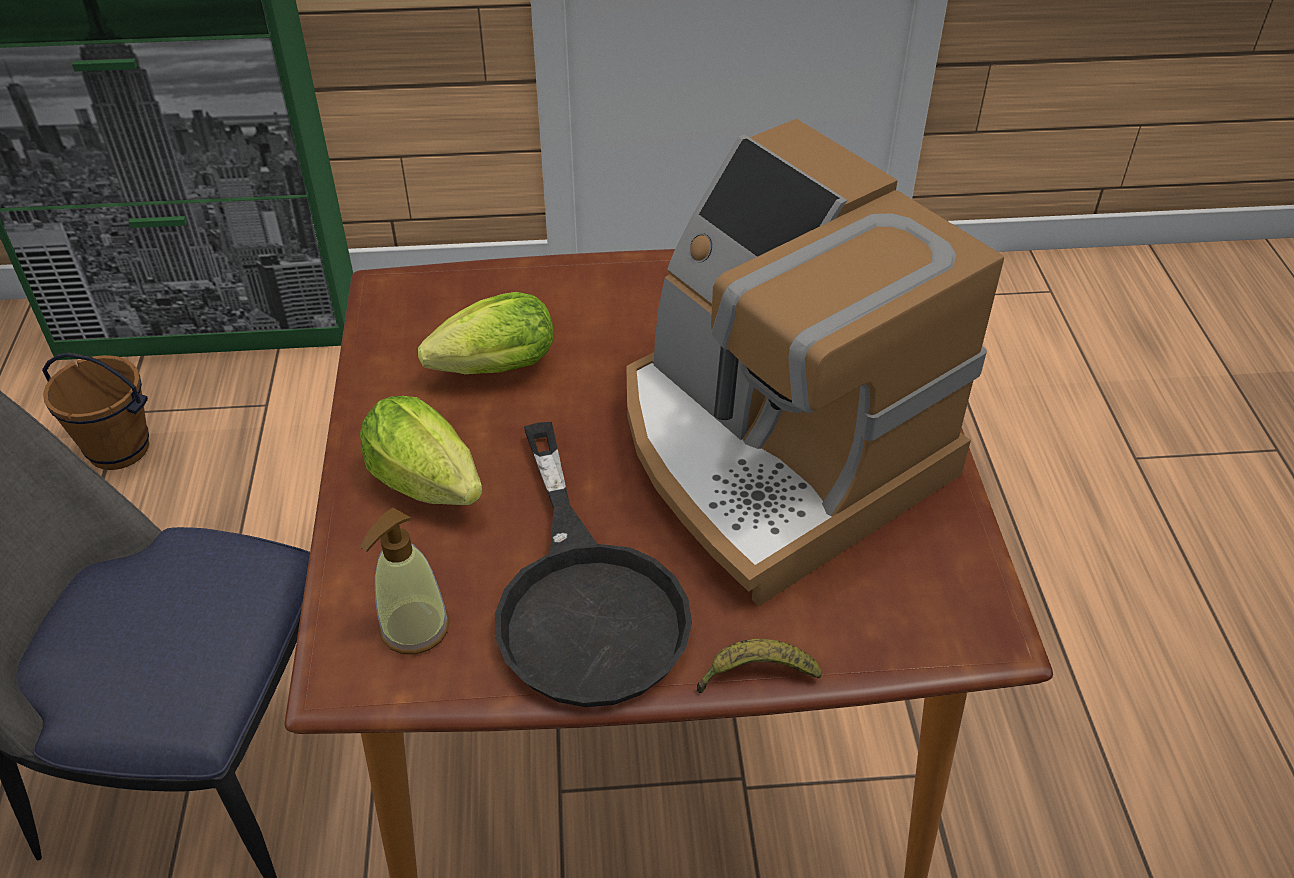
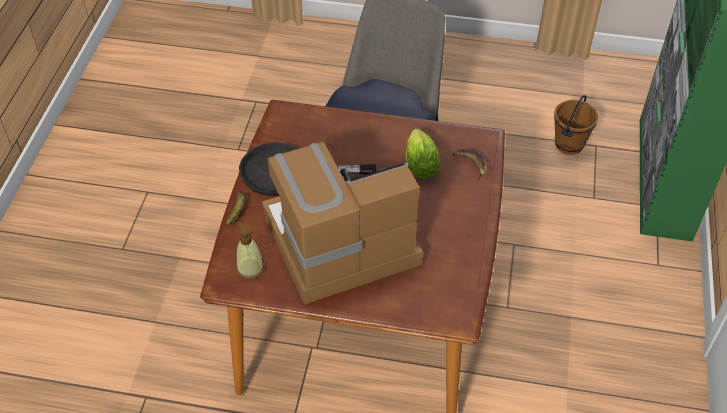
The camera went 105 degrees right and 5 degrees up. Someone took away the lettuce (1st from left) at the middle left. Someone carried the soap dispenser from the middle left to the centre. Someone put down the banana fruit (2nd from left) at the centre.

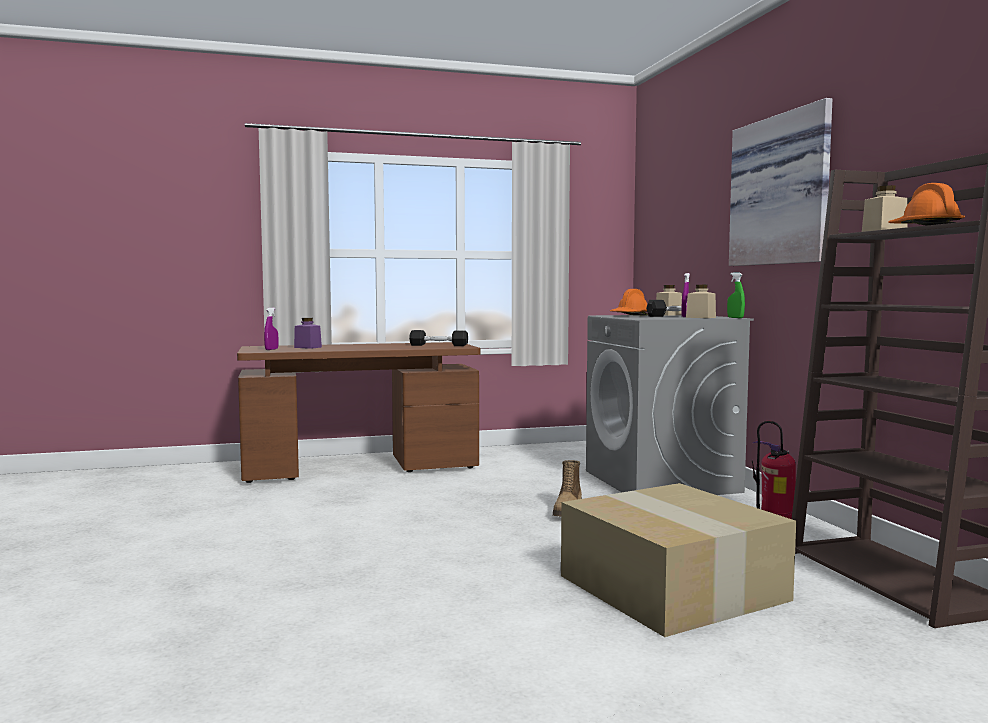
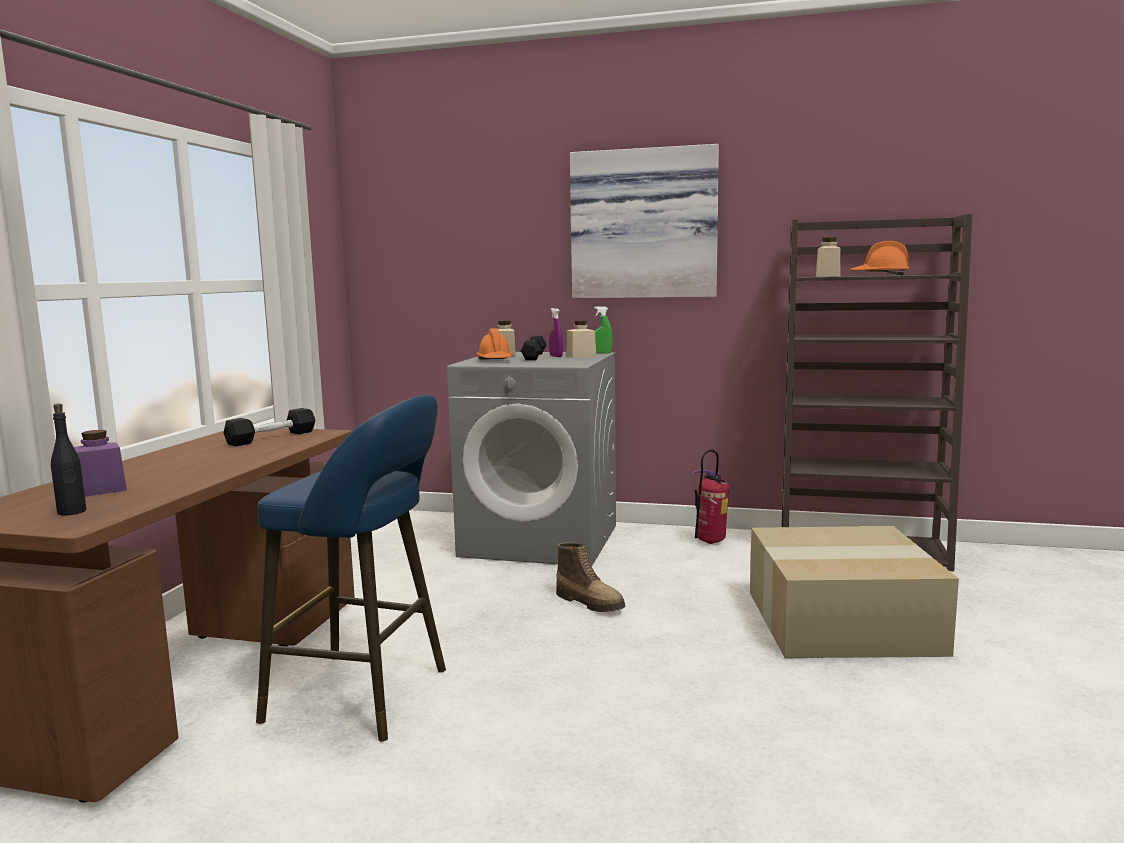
The camera went 60 degrees left and 5 degrees up. Someone swapped the purple-coloured sprayer (1st from left) at the middle left for the black-coloured bottle at the middle left. Someone put down the blue stool at the bottom left.

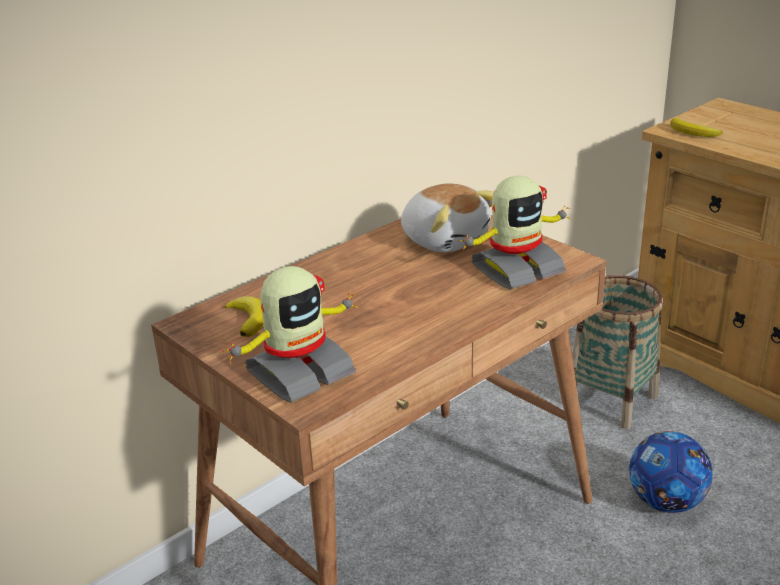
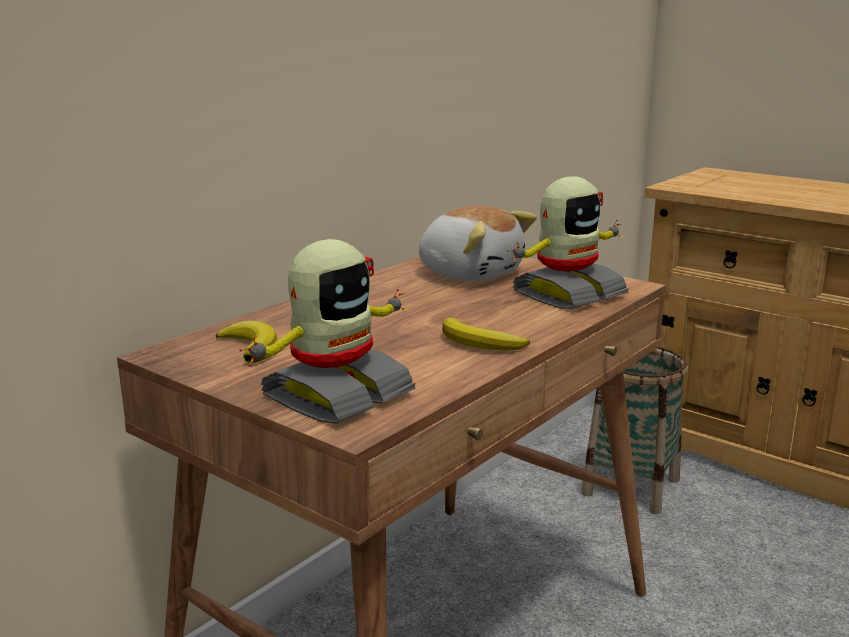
The camera went 10 degrees left and 10 degrees down. Someone took away the football at the bottom right. Someone carried the banana fruit (2nd from left) from the top right to the centre.

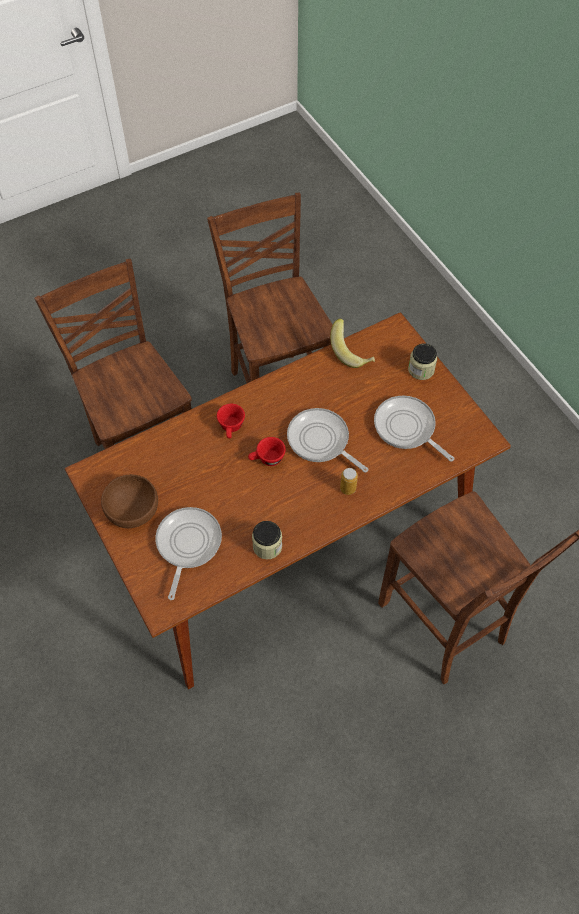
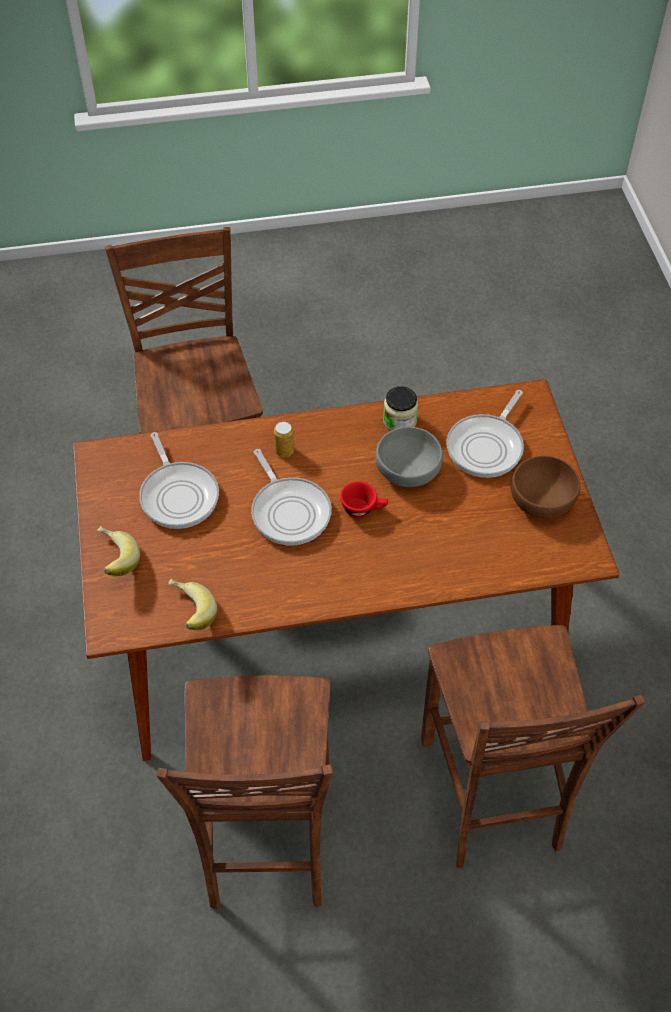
The camera went 160 degrees left and 5 degrees down. Someone took away the red-coloured cup (1st from left) at the centre. Someone swapped the jar (2nd from left) at the middle right for the banana fruit (1st from left) at the middle left. Someone put down the grey deep dish at the centre.

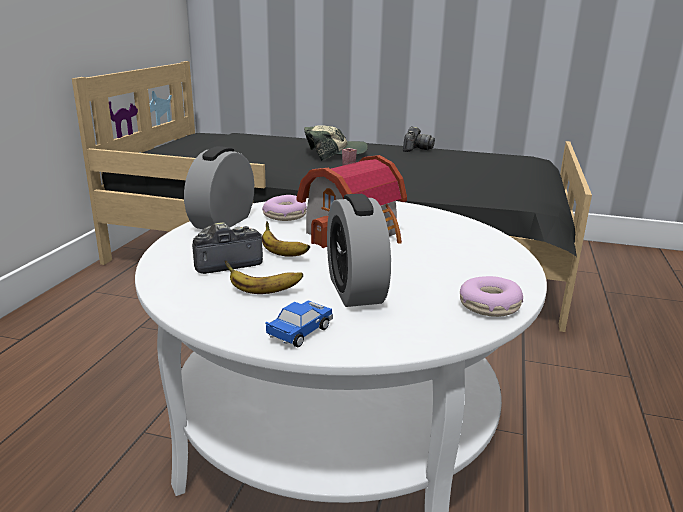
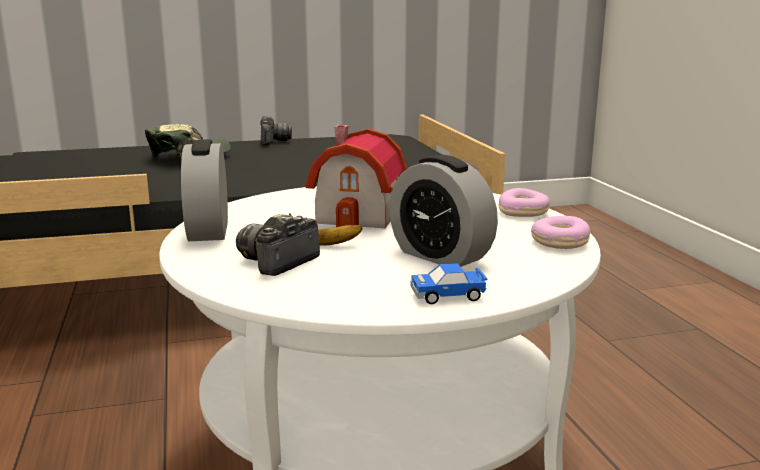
The camera went 30 degrees left and 5 degrees down. Someone took away the banana fruit (1st from left) at the centre. Someone carried the ring doughnut (1st from left) from the centre to the middle right. Someone rotated the toy car at the centre by 105 degrees counterclockwise.

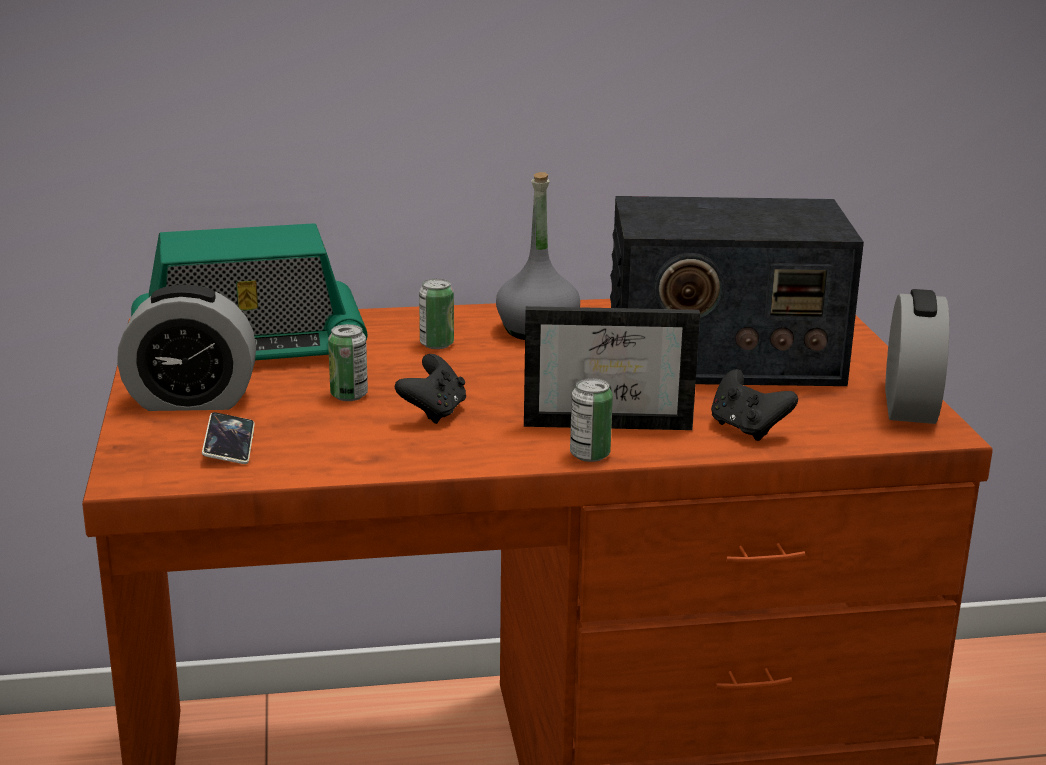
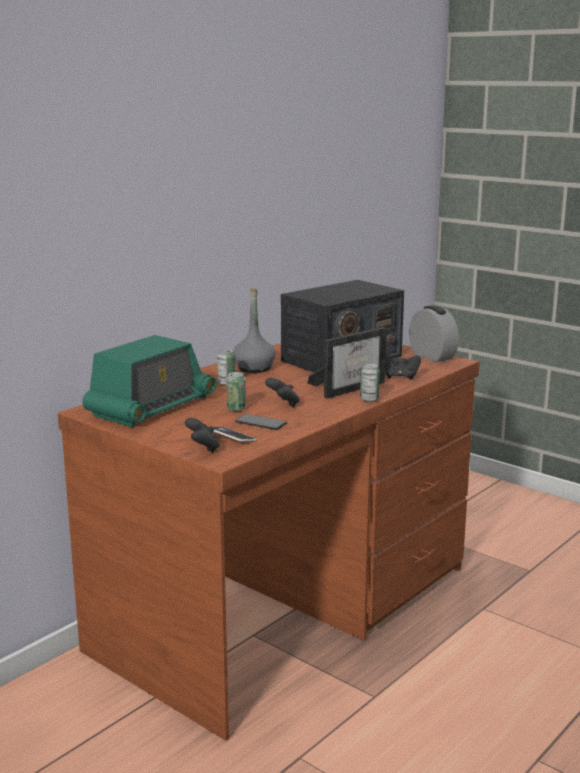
The camera went 40 degrees left and 5 degrees down. Someone took away the alarm clock (1st from left) at the middle left. Someone put down the black-coloured joypad (1st from left) at the centre. Someone put down the handset (2nd from left) at the centre.

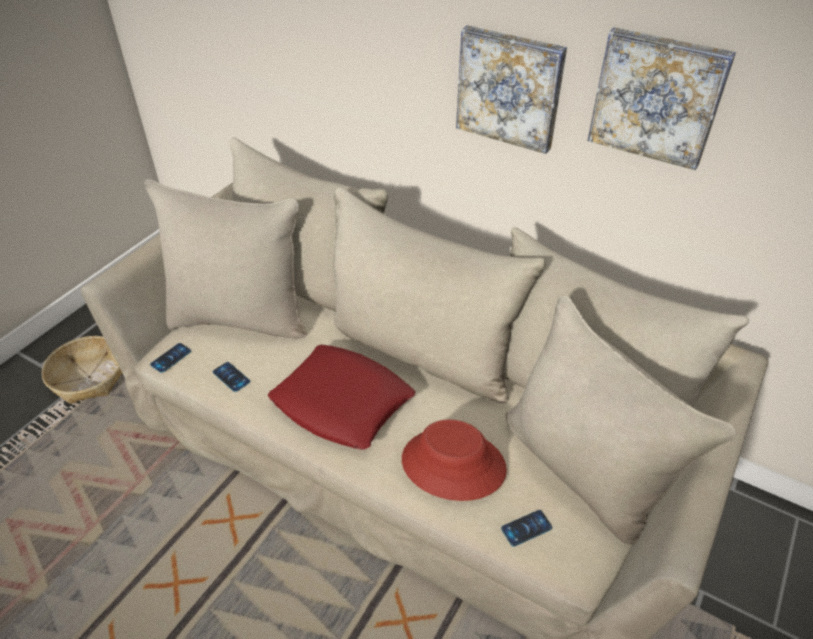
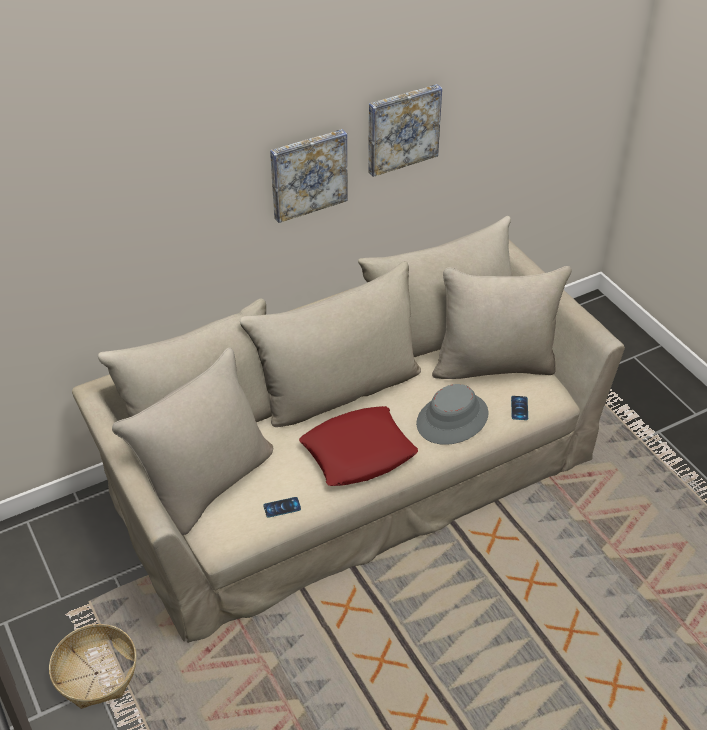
The camera went 60 degrees left and 0 degrees up. Someone took away the handset (1st from left) at the middle left. Someone repainted the red-coloured clothing hat at the bottom centre, which became the grey clothing hat at the centre.

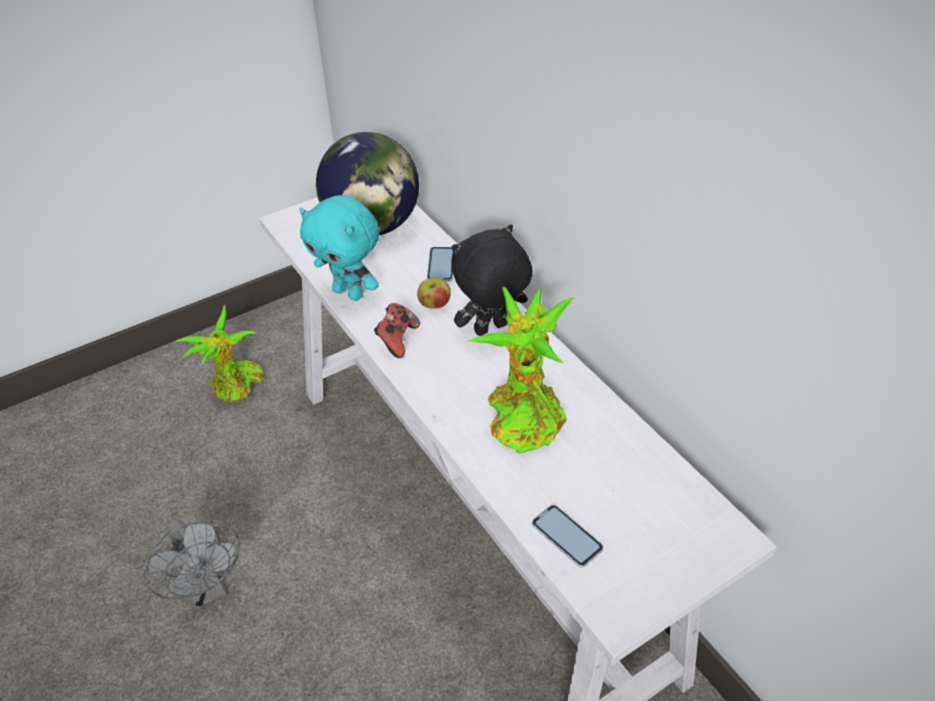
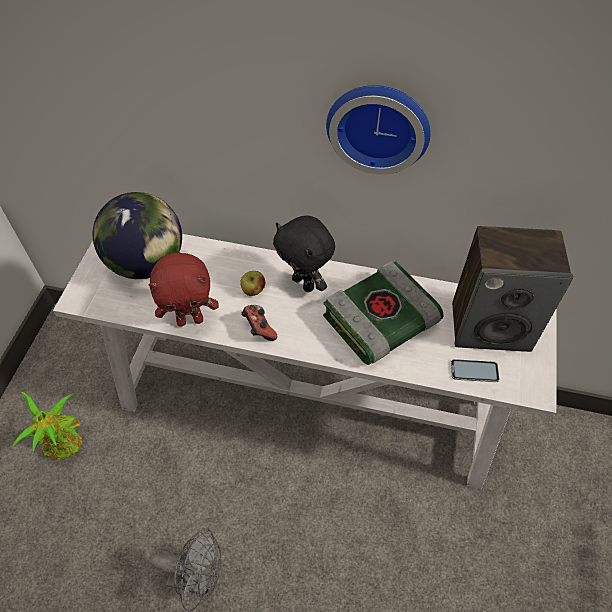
The camera went 45 degrees left and 10 degrees up. Someone repainted the turquoise-coloured soft toy at the centre, which became the red-coloured soft toy at the middle left. Someone took away the handset (1st from left) at the centre. Someone rotated the black-coloured soft toy at the centre by 60 degrees counterclockwise. Someone swapped the plant in a pot (2nd from left) at the centre for the book at the centre. Someone put up the wall clock at the top centre. Someone put down the loudspeaker at the middle right.

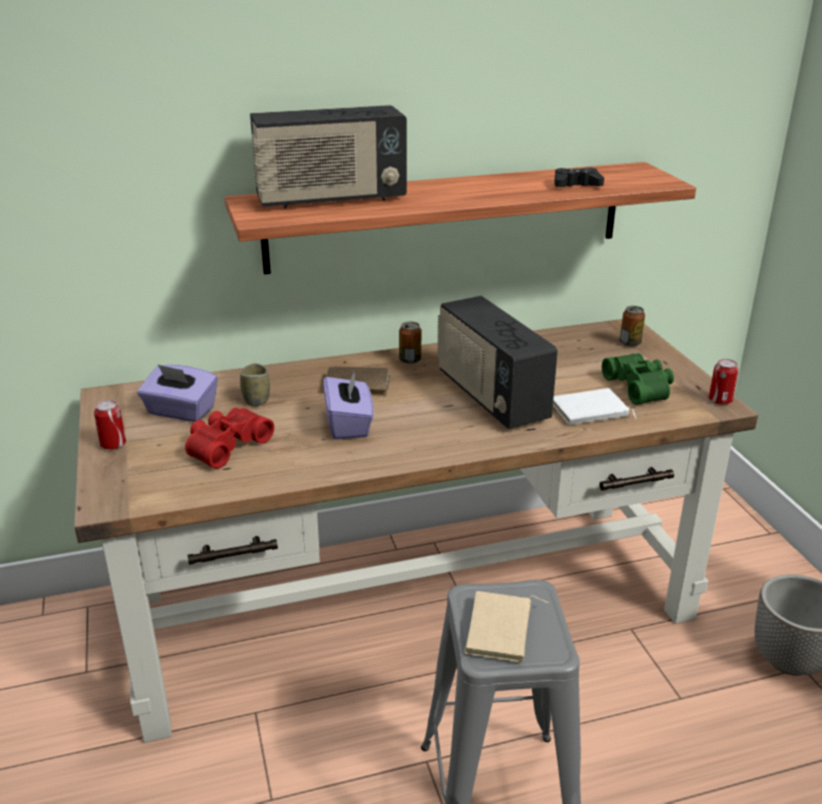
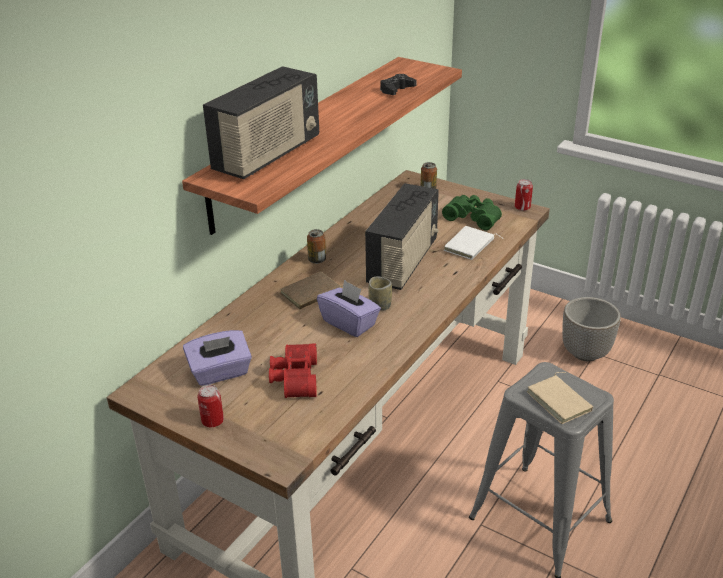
The camera went 40 degrees left and 5 degrees up. Someone carried the cup from the middle left to the centre. Someone rotated the radio (2nd from left) at the centre by 90 degrees counterclockwise.

